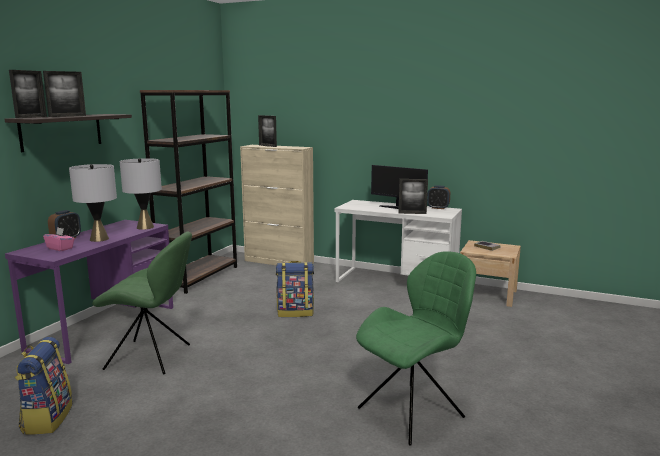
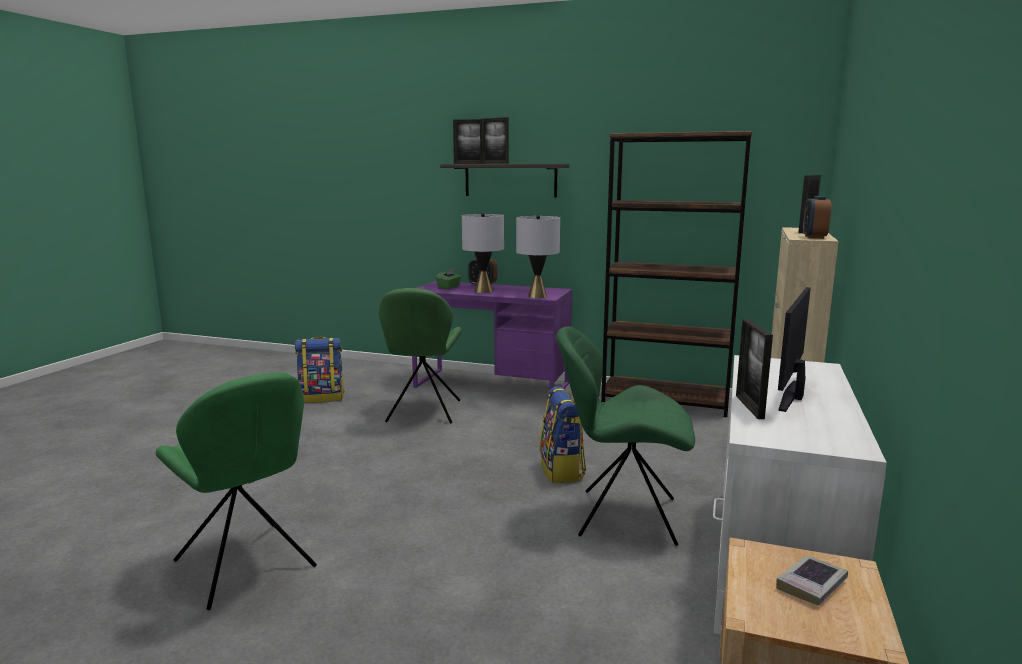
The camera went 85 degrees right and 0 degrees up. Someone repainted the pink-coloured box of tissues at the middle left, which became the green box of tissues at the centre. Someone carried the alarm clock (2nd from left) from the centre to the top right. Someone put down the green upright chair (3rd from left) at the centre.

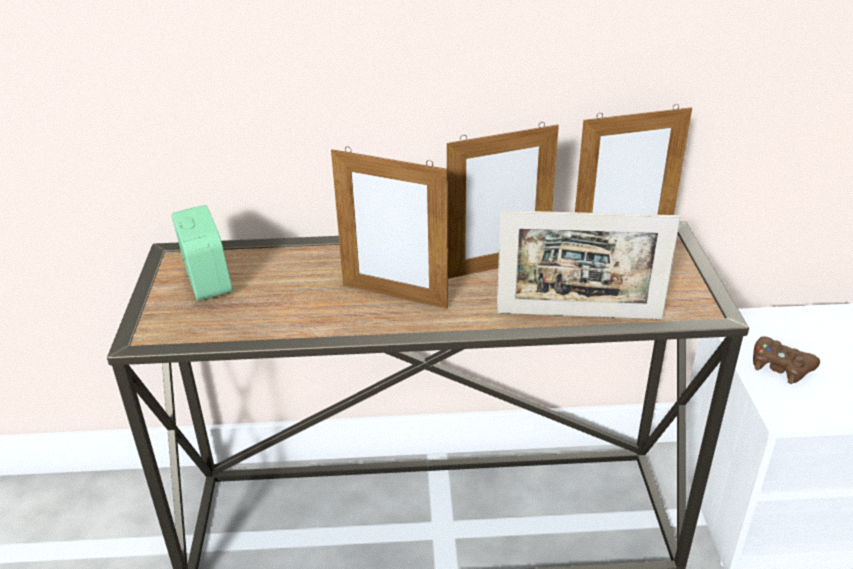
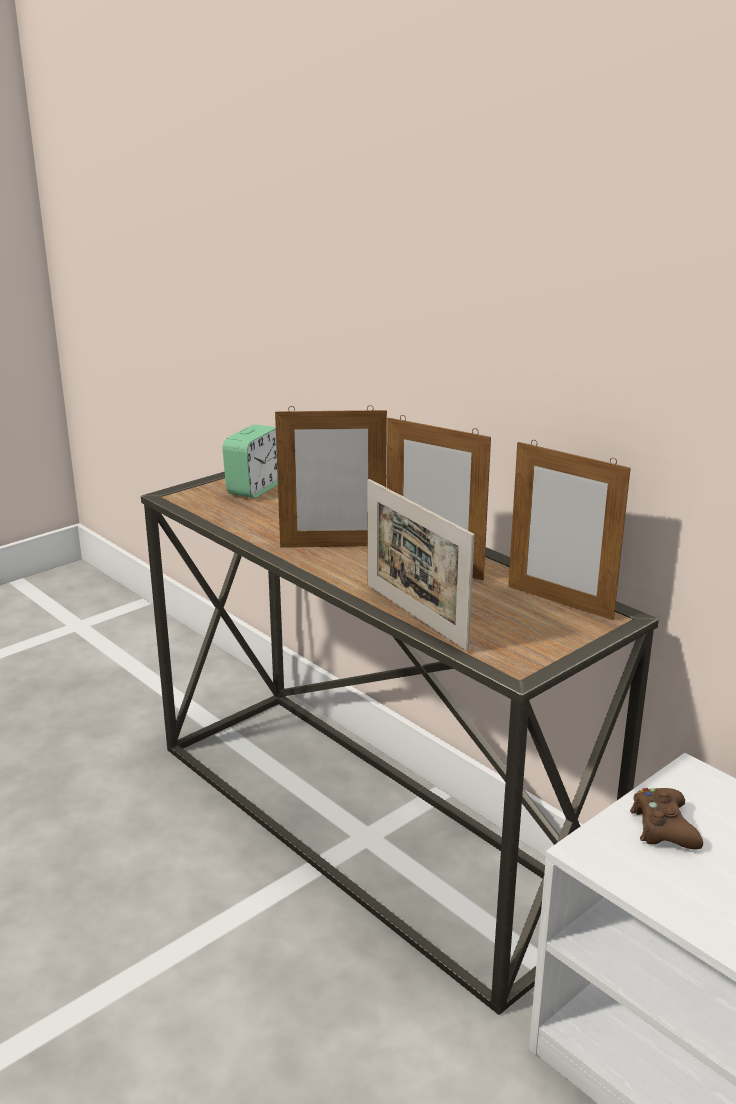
The camera went 50 degrees right and 10 degrees down. Someone rotated the photo frame (1st from left) at the centre by 75 degrees counterclockwise.

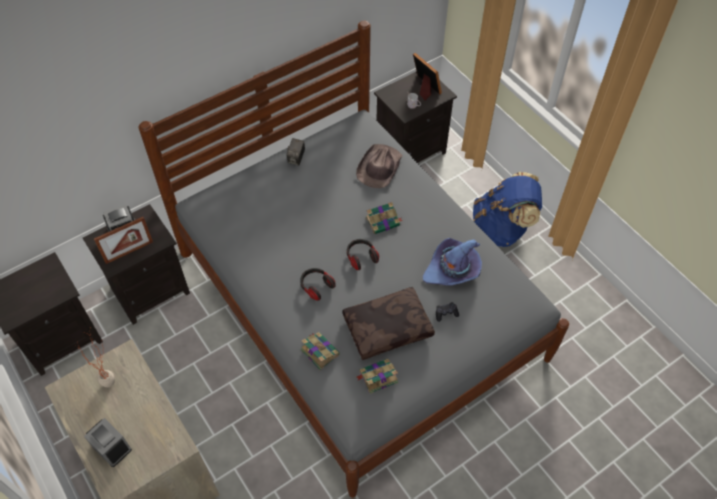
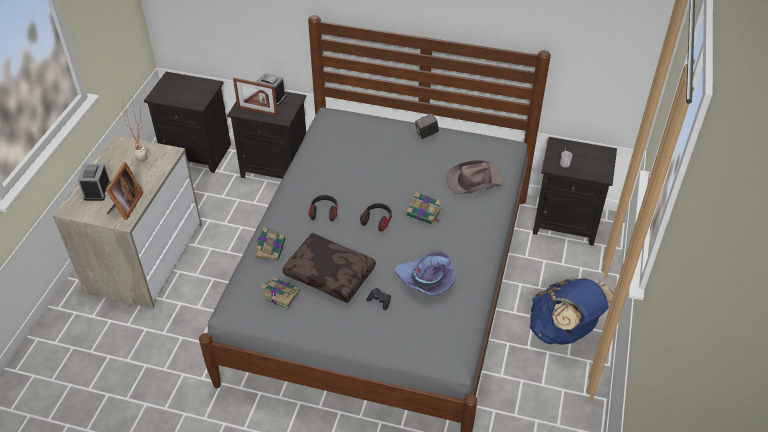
The camera went 50 degrees right and 10 degrees down. Someone carried the photo frame (2nd from left in the first image) from the top centre to the middle left.

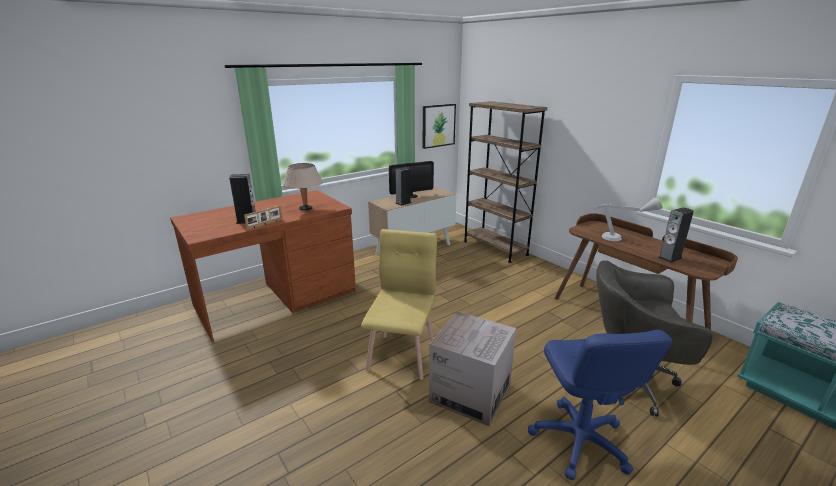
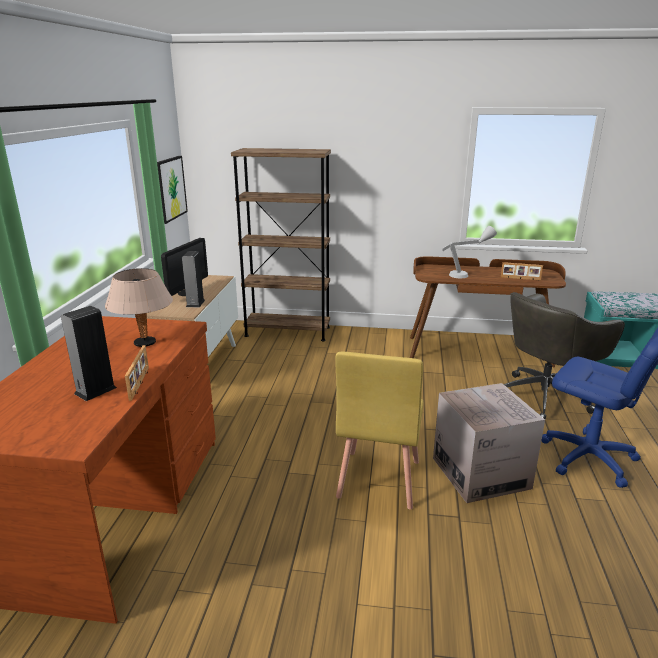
The camera went 45 degrees left and 0 degrees up. Someone rotated the yellow upright chair at the centre by 135 degrees counterclockwise. Someone swapped the loudspeaker (3rd from left) at the middle right for the photo frame (2nd from left) at the middle right.

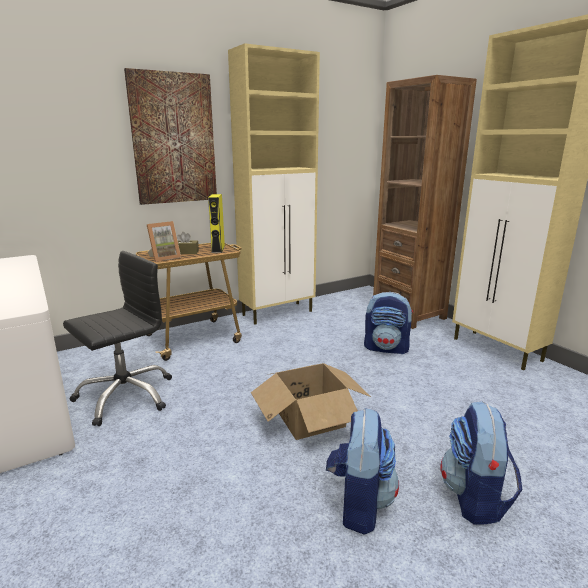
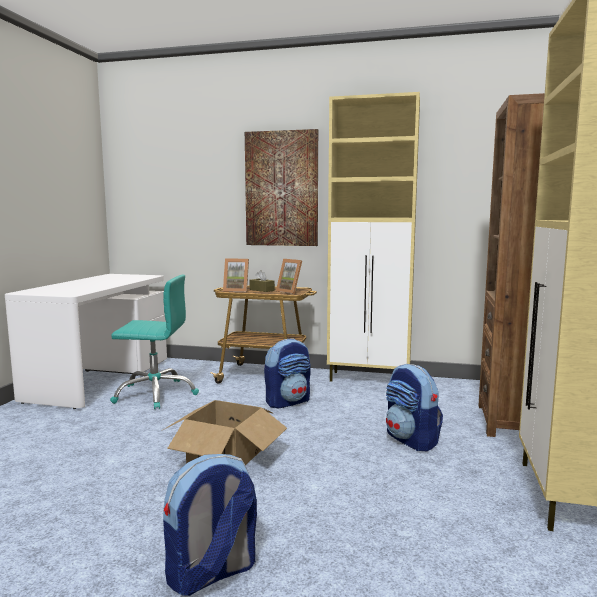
The camera went 45 degrees right and 10 degrees down. Someone repainted the black-coloured computer chair at the middle left, which became the turquoise-coloured computer chair at the middle left. Someone swapped the yellow loudspeaker at the centre for the photo frame (2nd from left) at the centre. Someone carried the knapsack (1st from left in the first image) from the bottom centre to the centre.

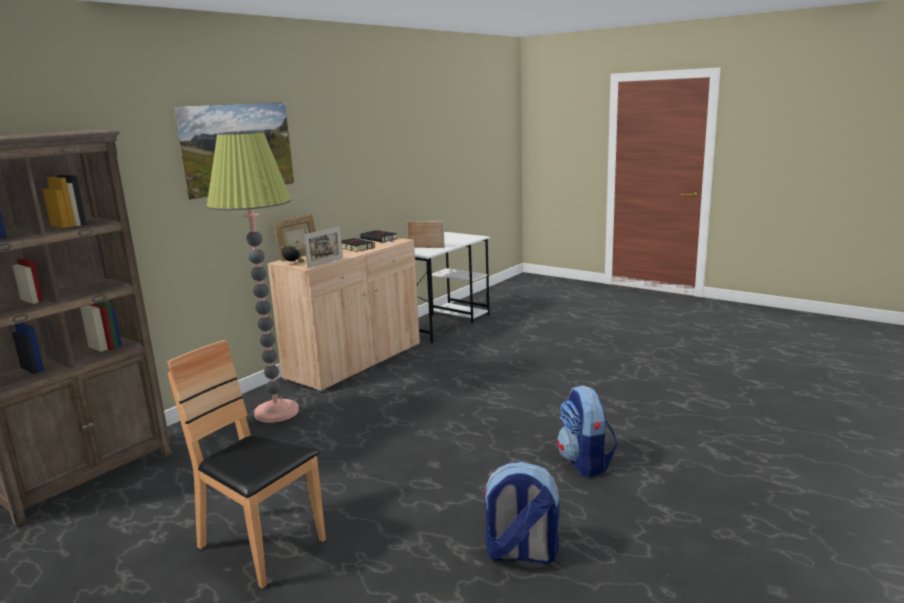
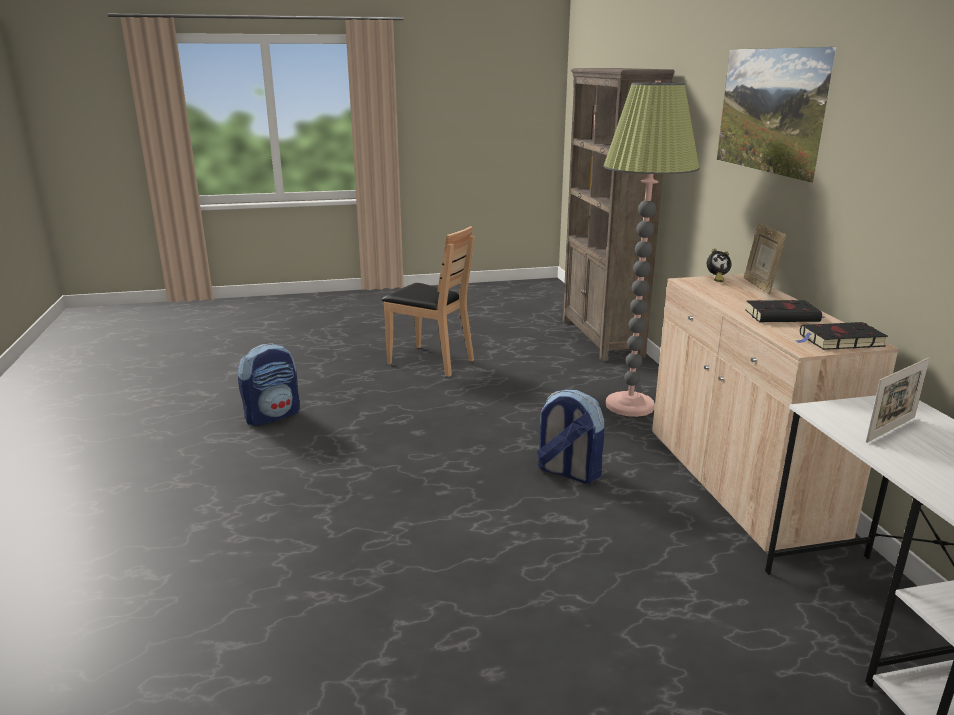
The camera went 130 degrees right and 5 degrees up. Someone rotated the brown upright chair at the bottom left by 45 degrees clockwise. Someone took away the photo frame (2nd from left) at the centre. Someone carried the knapsack (2nd from left) from the bottom centre to the centre.

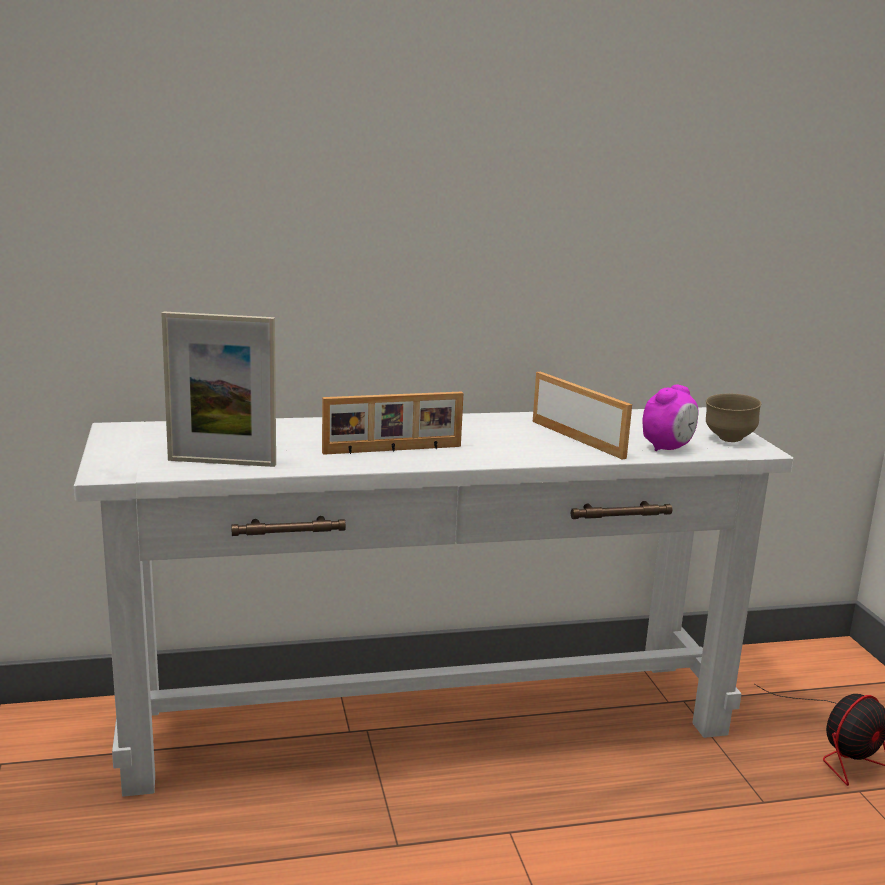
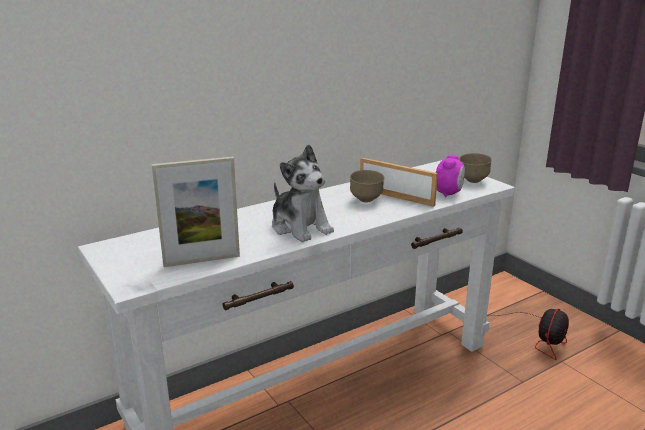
The camera went 20 degrees left and 5 degrees up. Someone swapped the photo frame (2nd from left) at the centre for the soft toy at the centre. Someone put down the brown deep dish (1st from left) at the centre.

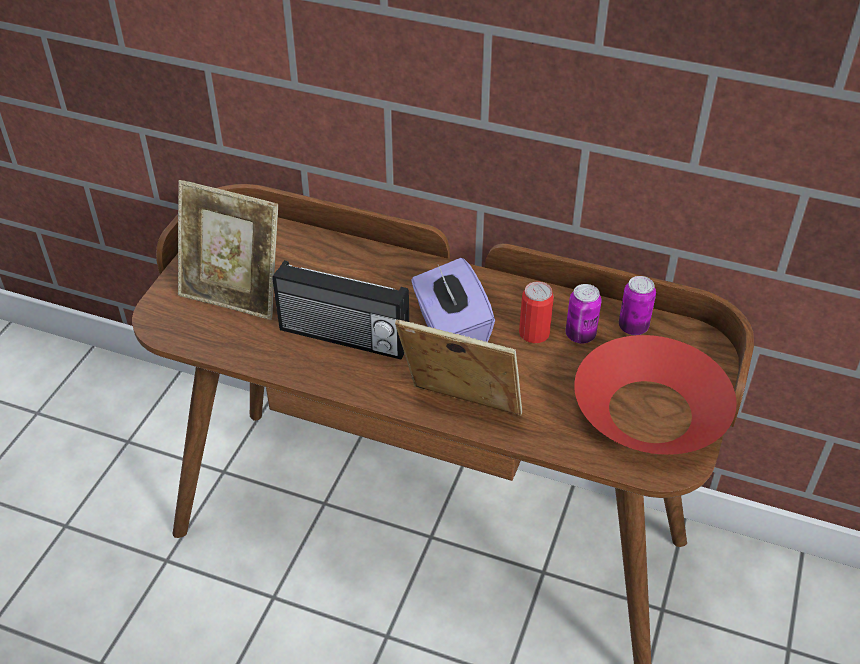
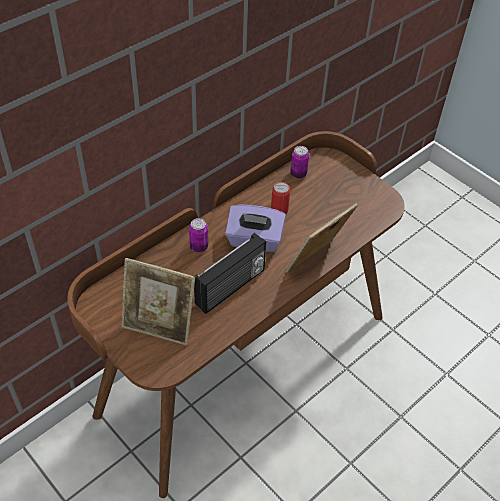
The camera went 65 degrees left and 5 degrees up. Someone rotated the photo frame (1st from left) at the middle left by 60 degrees clockwise. Someone carried the sealed can (2nd from left in the first image) from the middle right to the centre. Someone took away the red-coloured deep dish at the middle right.

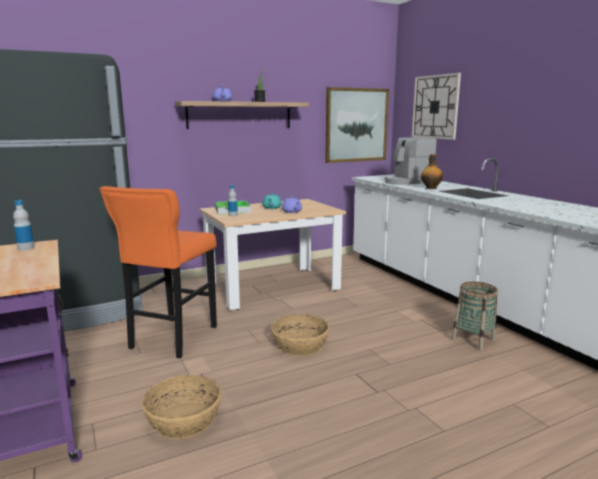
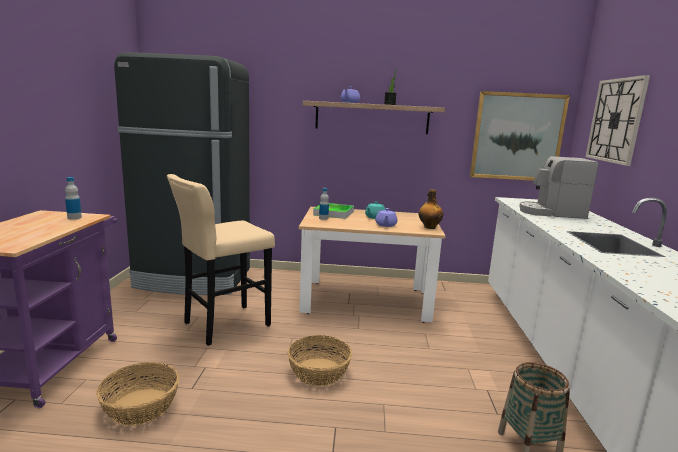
The camera went 30 degrees right and 0 degrees up. Someone repainted the orange-coloured stool at the middle left, which became the sand-coloured stool at the middle left. Someone carried the bottle (3rd from left) from the middle right to the centre.

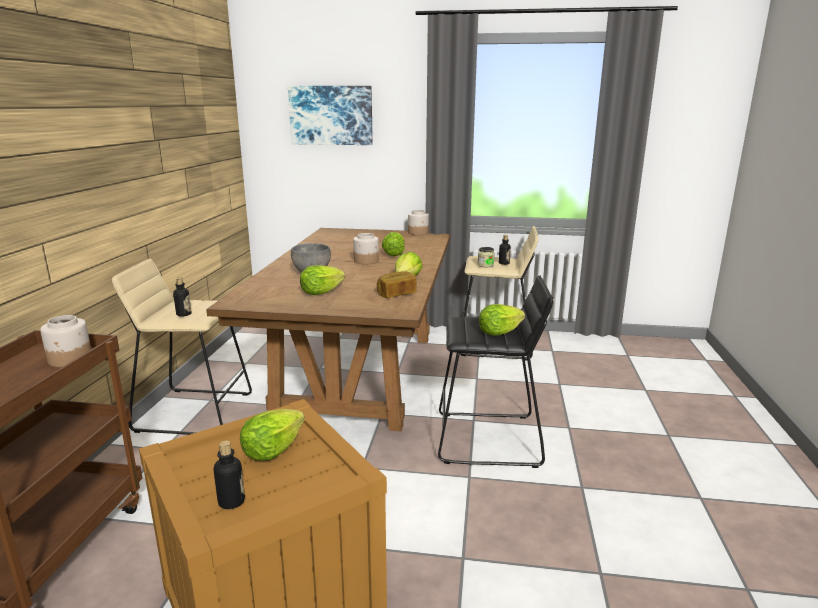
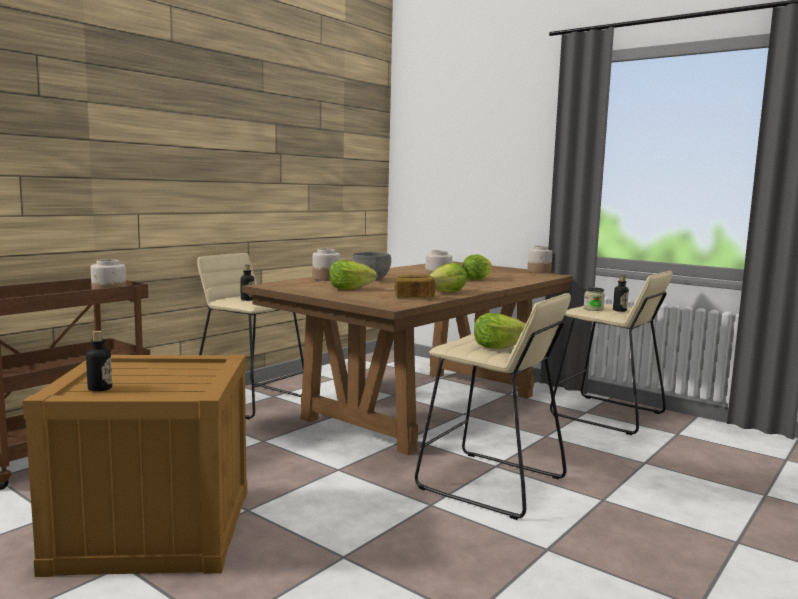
The camera went 30 degrees right and 10 degrees down. Someone took away the lettuce (1st from left) at the bottom left. Someone took away the picture at the top centre. Someone repainted the black-coloured stool at the centre, which became the sand-coloured stool (2nd from left) at the bottom centre. Someone put down the jar (2nd from left) at the centre.

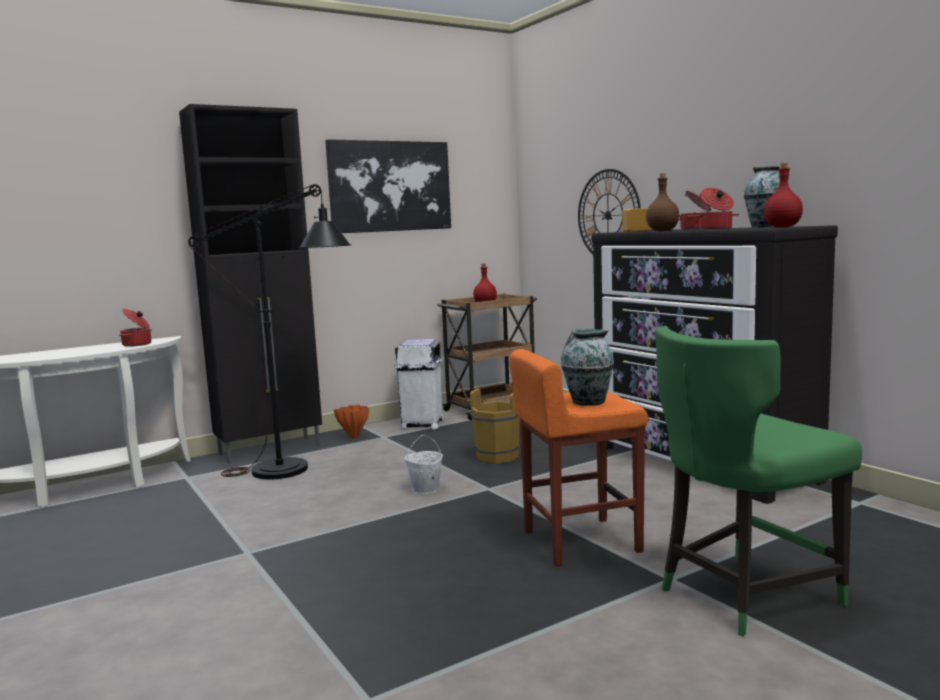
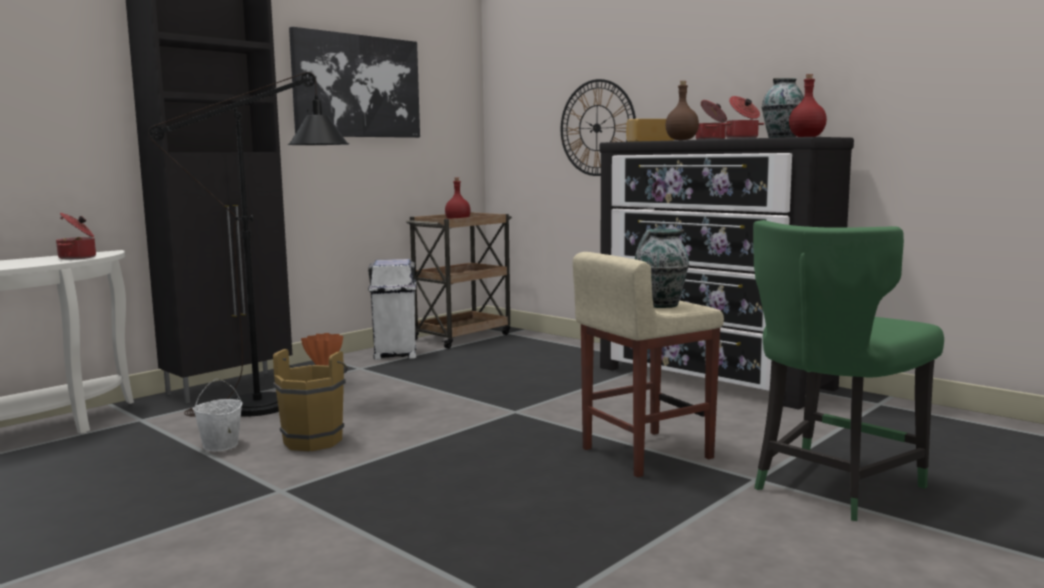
The camera went 15 degrees left and 0 degrees up. Someone carried the white-coloured water bucket from the centre to the bottom left. Someone carried the brown water bucket from the centre to the bottom left. Someone repainted the orange-coloured stool at the centre, which became the sand-coloured stool at the centre.

